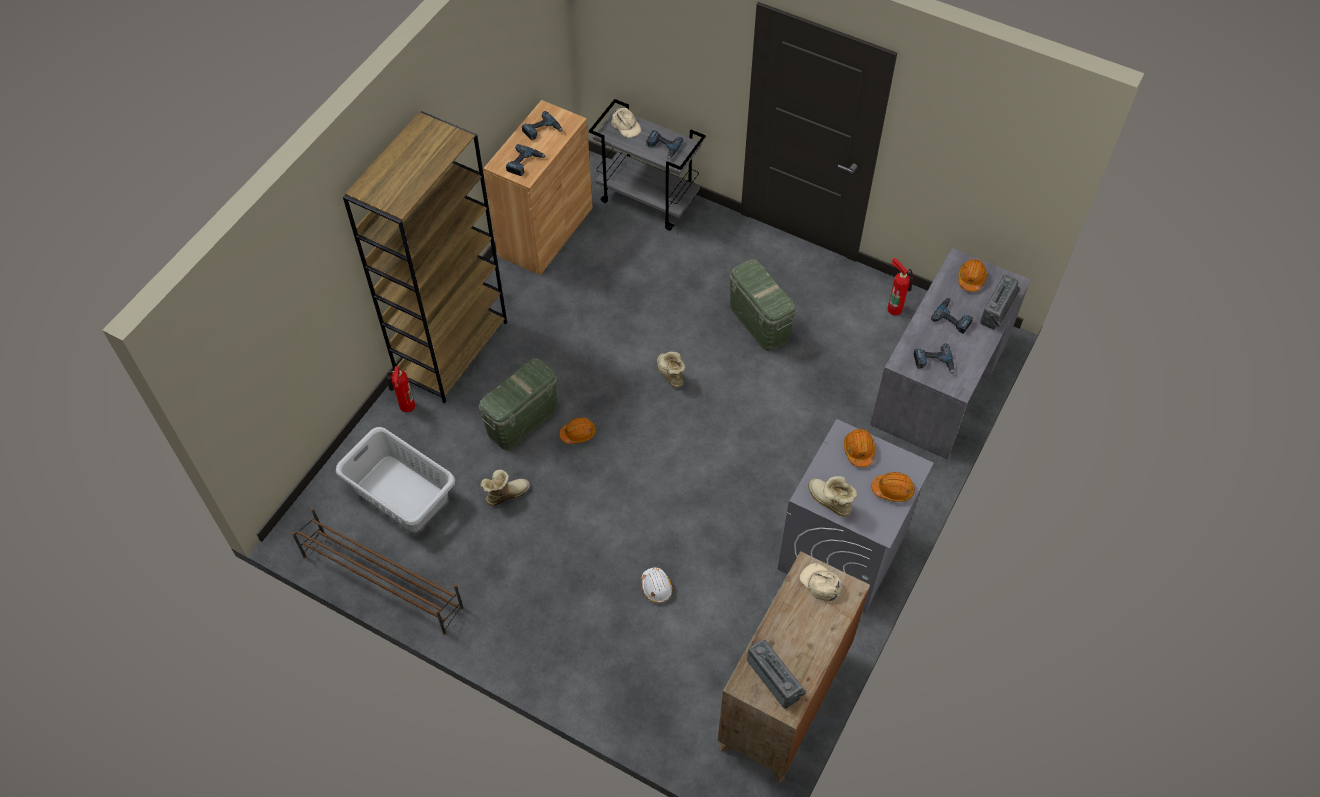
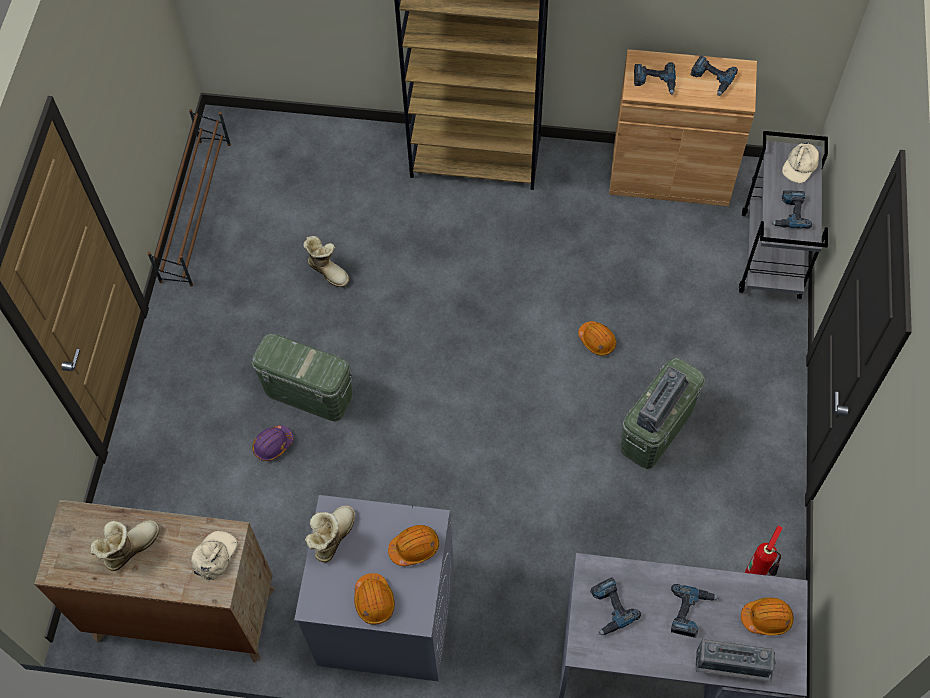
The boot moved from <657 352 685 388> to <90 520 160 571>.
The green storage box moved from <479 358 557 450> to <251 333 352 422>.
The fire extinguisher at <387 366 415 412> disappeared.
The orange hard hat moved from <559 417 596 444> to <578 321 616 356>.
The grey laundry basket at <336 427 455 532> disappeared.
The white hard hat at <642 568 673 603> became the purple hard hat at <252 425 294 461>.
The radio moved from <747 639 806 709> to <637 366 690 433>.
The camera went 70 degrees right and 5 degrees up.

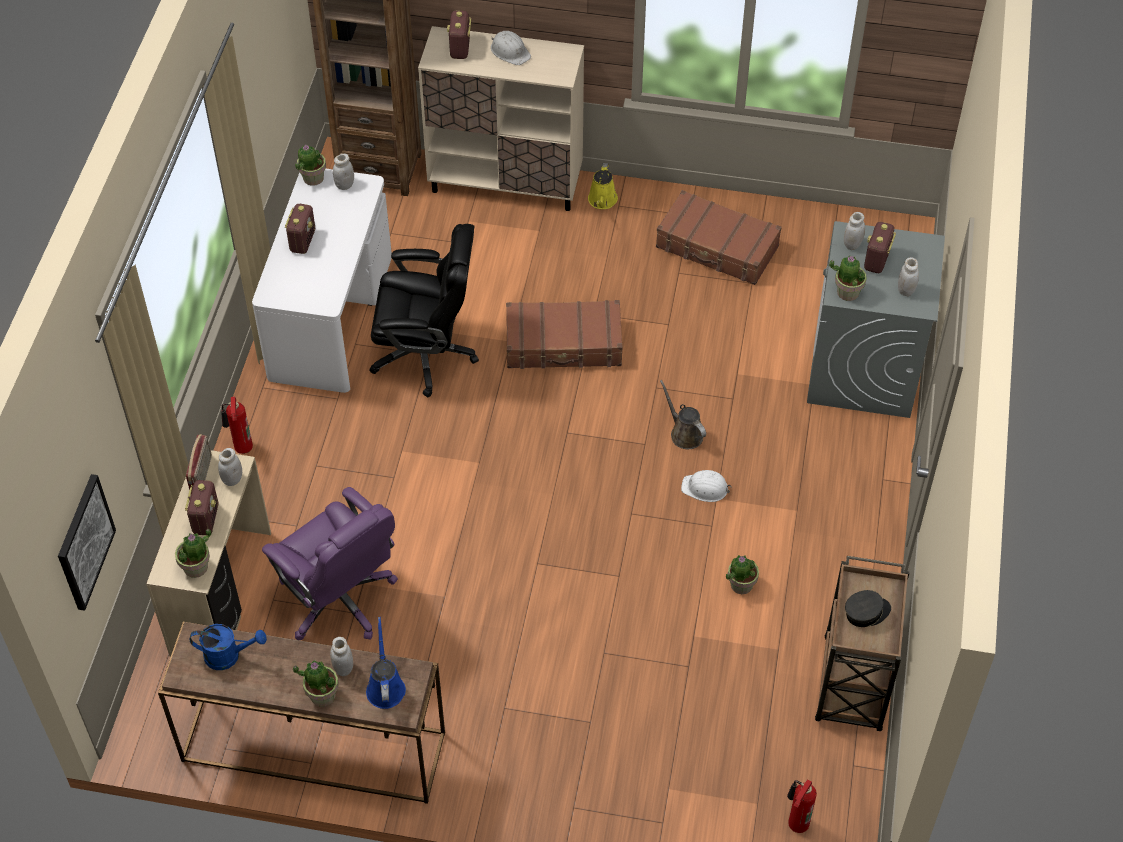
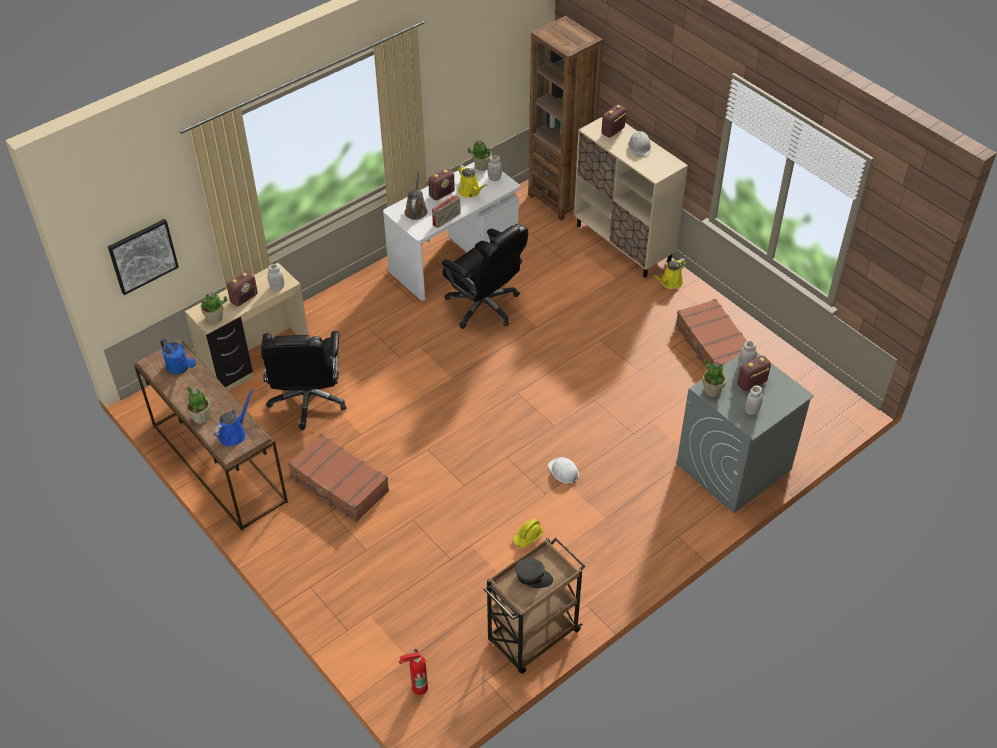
The brown suitcase moved from <506 300 623 369> to <288 433 389 522>.
The brown watering can moved from <660 380 706 449> to <405 169 427 220>.
The fire extinguisher at <221 397 253 454> disappeared.
The radio moved from <186 434 212 493> to <432 195 461 228>.
The purple office chair at <262 487 398 640> became the black office chair at <261 331 347 430>.
The potted plant at <726 555 759 594> was replaced by the yellow hard hat at <512 519 543 548>.
The white jar at <330 637 353 676> disappeared.
The yellow watering can at <458 165 487 198> appeared.
The camera went 40 degrees right and 5 degrees down.

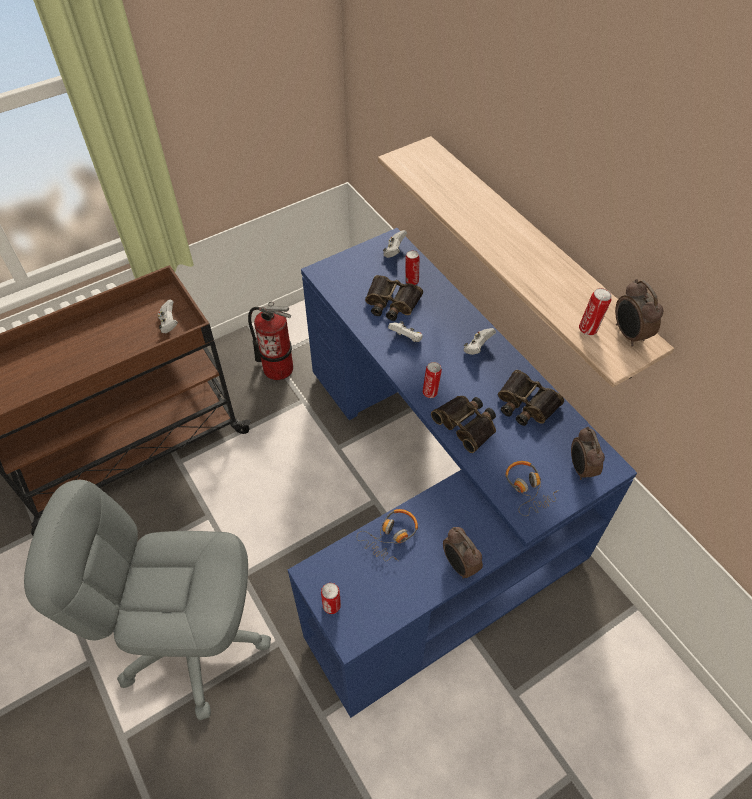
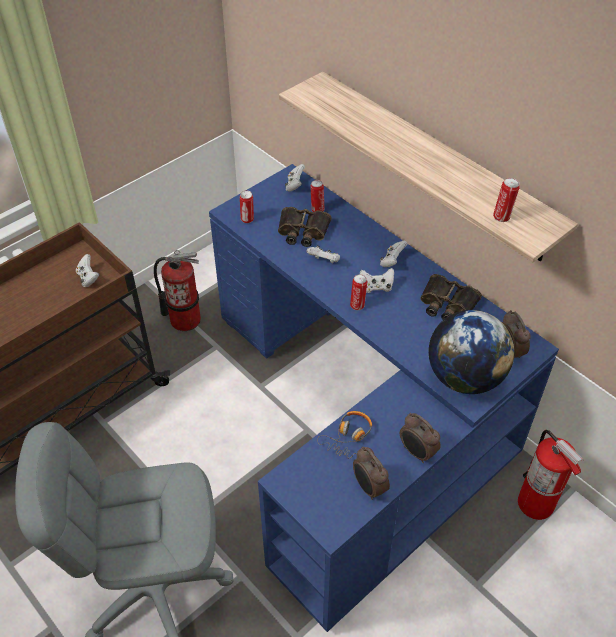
The alarm clock moved from <615 279 663 347> to <353 446 390 500>.
The binoculars at <431 396 496 453> disappeared.
The headphones at <506 461 559 516> was replaced by the globe at <429 310 514 394>.
The can moved from <321 583 341 614> to <240 191 254 223>.
The white game controller at <360 268 394 293> appeared.
The fire extinguisher at <518 430 584 520> appeared.
The camera went 10 degrees left and 5 degrees down.

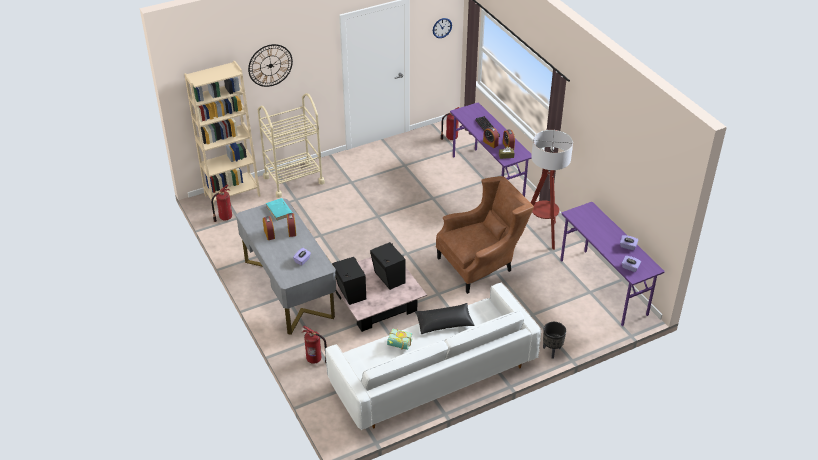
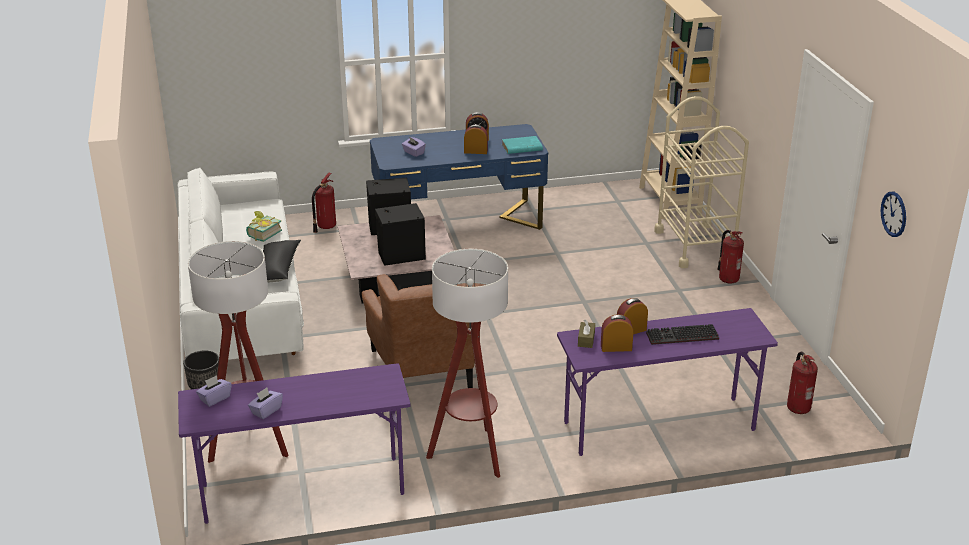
The wall clock at <248 44 293 87> disappeared.
The fire extinguisher moved from <211 184 232 222> to <717 230 744 283>.
The grey desk at <236 199 336 335> became the blue desk at <370 124 548 230>.
The floor lamp at <188 241 289 463> appeared.
The camera went 105 degrees right and 10 degrees down.

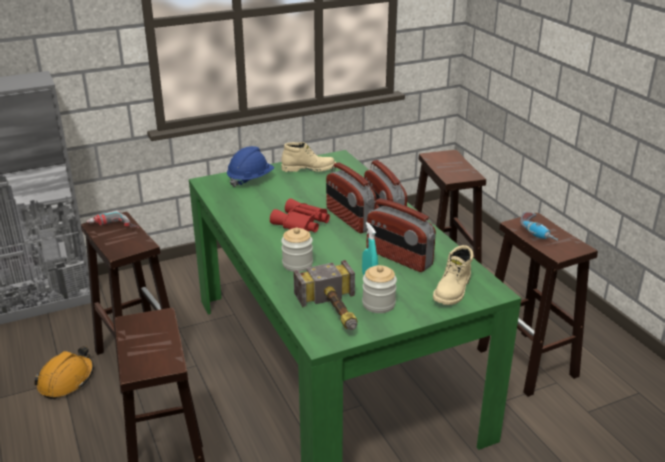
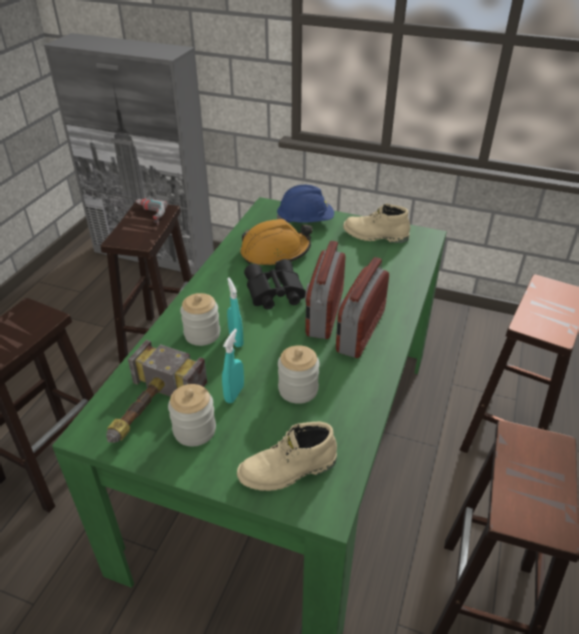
The beige boot at <281 142 336 172> turned 150 degrees clockwise.
The red binoculars at <270 198 330 232> became the black binoculars at <244 259 306 309>.
The radio at <366 199 436 272> was replaced by the jar at <278 345 320 404>.
The power drill at <520 212 558 241> disappeared.
The orange hard hat moved from <34 346 94 399> to <240 219 313 265>.
The turquoise spray bottle at <227 277 243 347> appeared.
The camera went 45 degrees right and 10 degrees up.

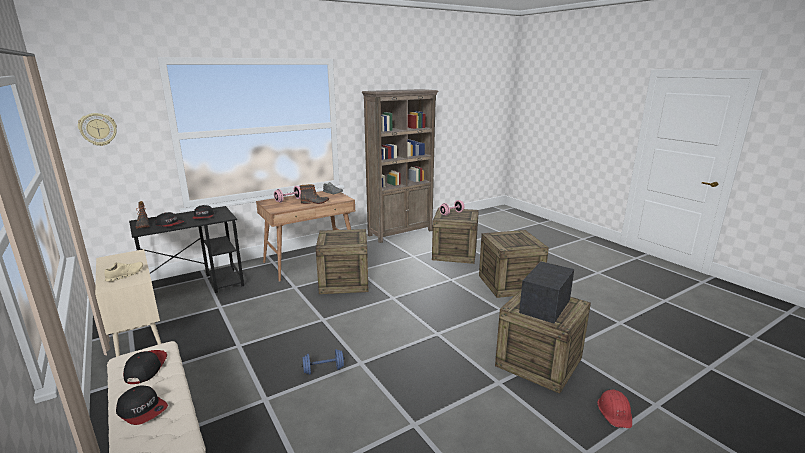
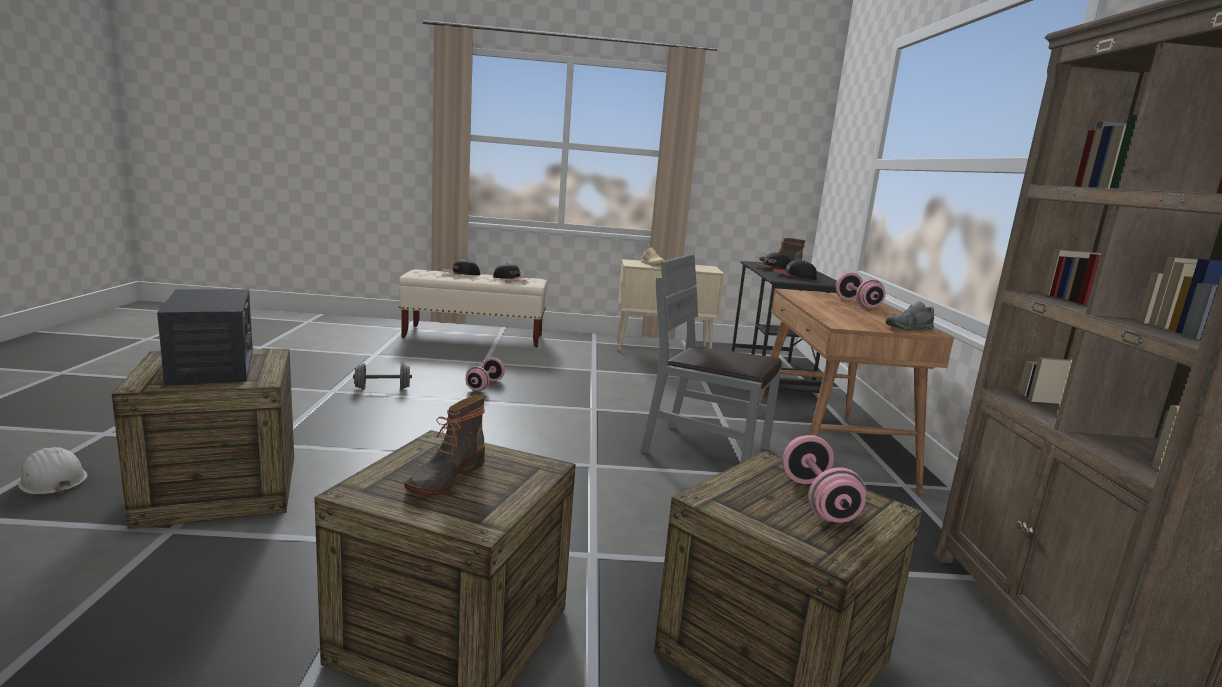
The wall clock at <78 113 117 146> disappeared.
The boot moved from <300 184 329 204> to <404 395 485 495>.
The crate at <316 229 369 294> was replaced by the grey chair at <641 254 783 463>.
The blue dumbbell at <301 349 345 375> became the pink dumbbell at <466 357 505 391>.
The red hard hat at <597 390 632 428> became the white hard hat at <18 447 87 494>.
The grey dumbbell at <353 364 412 390> appeared.
The camera went 120 degrees right and 5 degrees down.

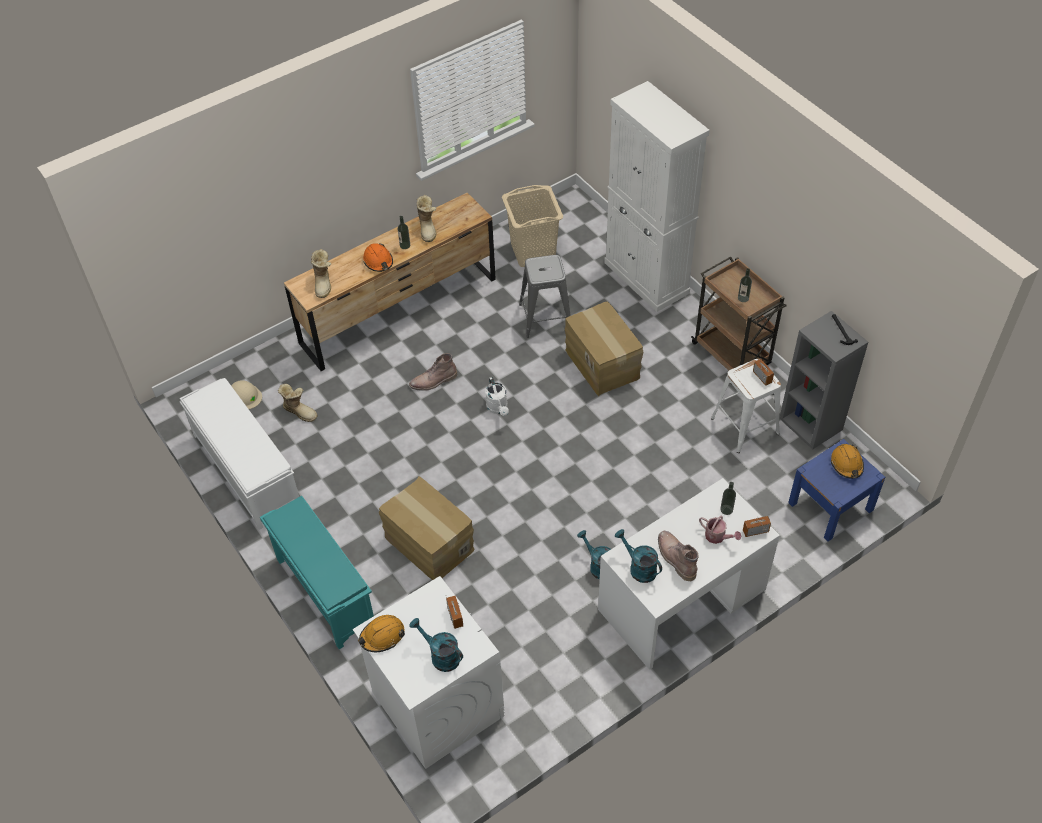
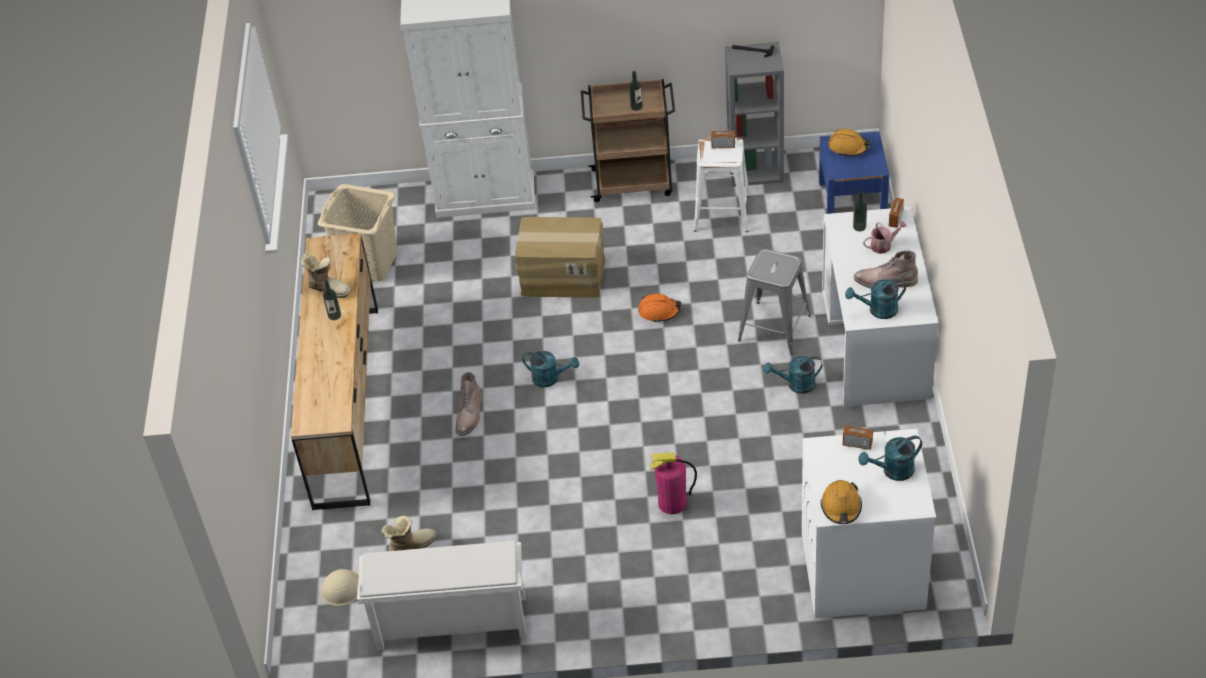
The orange hard hat moved from <363 243 393 272> to <638 294 682 322>.
The boot at <311 249 332 298> disappeared.
The grey stool moved from <519 255 571 338> to <738 249 811 355>.
The white watering can at <485 377 509 416> became the turquoise watering can at <523 351 579 388>.
The white bench at <180 378 299 530> was replaced by the white shoe rack at <357 541 527 651>.
The cardboard box at <379 476 475 580> was replaced by the fire extinguisher at <649 452 697 514>.
The turquoise shoe rack at <260 496 374 649> disappeared.
The camera went 55 degrees left and 5 degrees down.

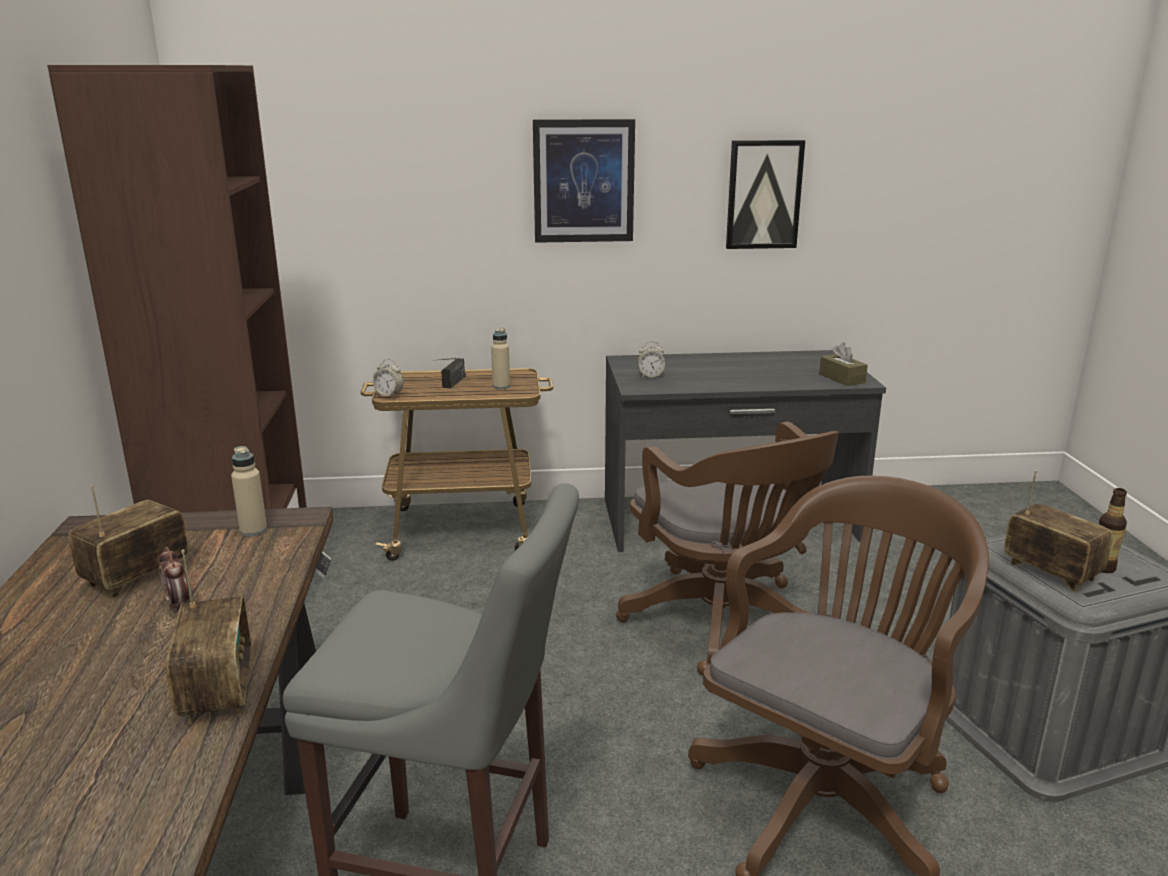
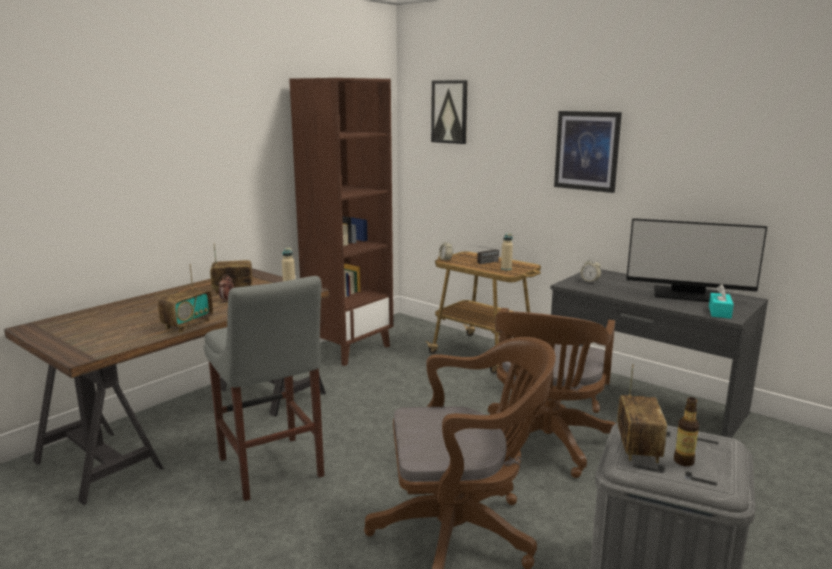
The picture moved from <726 140 805 249> to <431 80 467 144>.
The brown tissue box at <819 343 868 386> became the turquoise tissue box at <709 284 734 319>.
The monitor at <626 218 767 302> appeared.
The camera went 45 degrees right and 5 degrees down.

